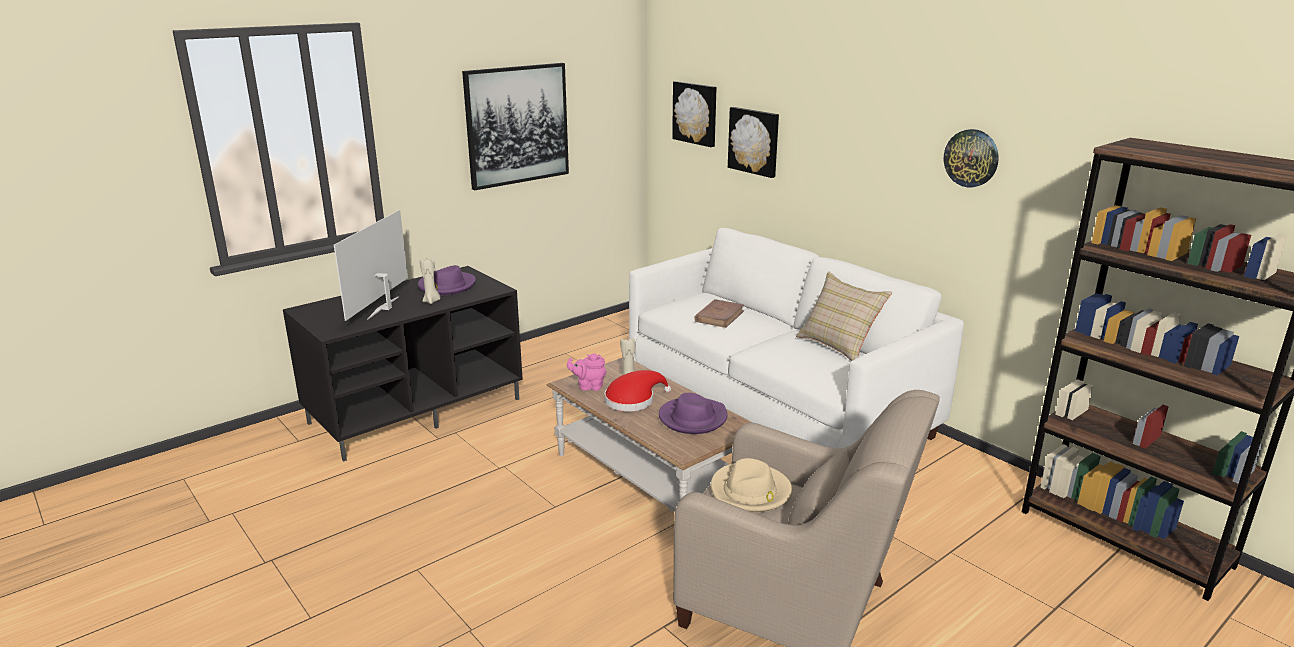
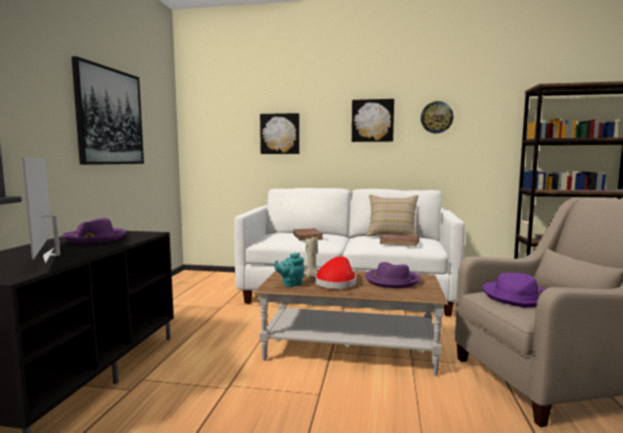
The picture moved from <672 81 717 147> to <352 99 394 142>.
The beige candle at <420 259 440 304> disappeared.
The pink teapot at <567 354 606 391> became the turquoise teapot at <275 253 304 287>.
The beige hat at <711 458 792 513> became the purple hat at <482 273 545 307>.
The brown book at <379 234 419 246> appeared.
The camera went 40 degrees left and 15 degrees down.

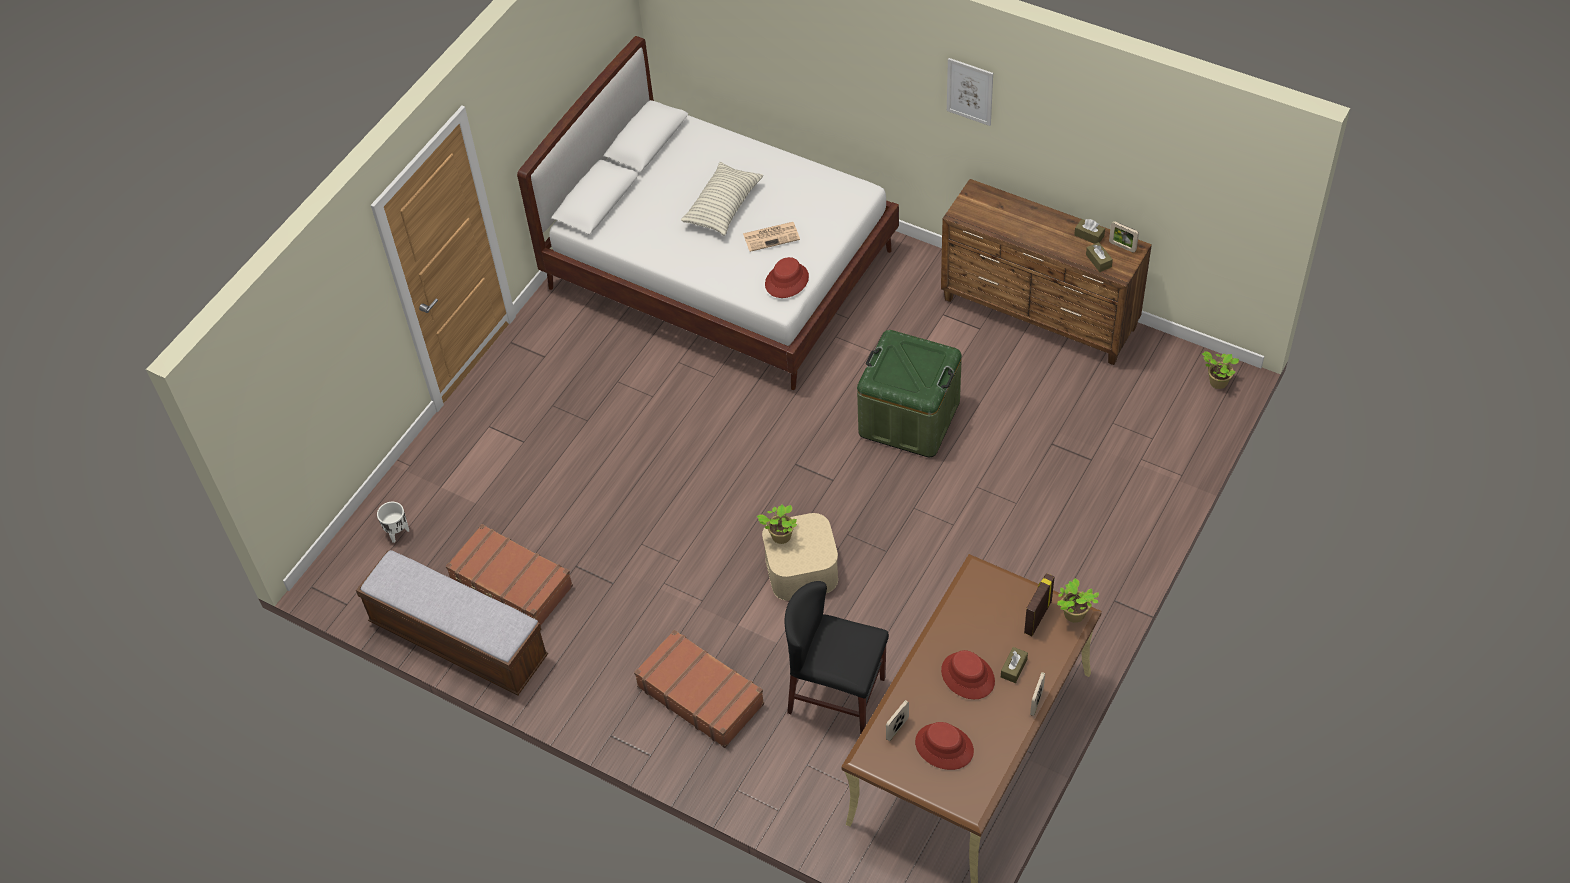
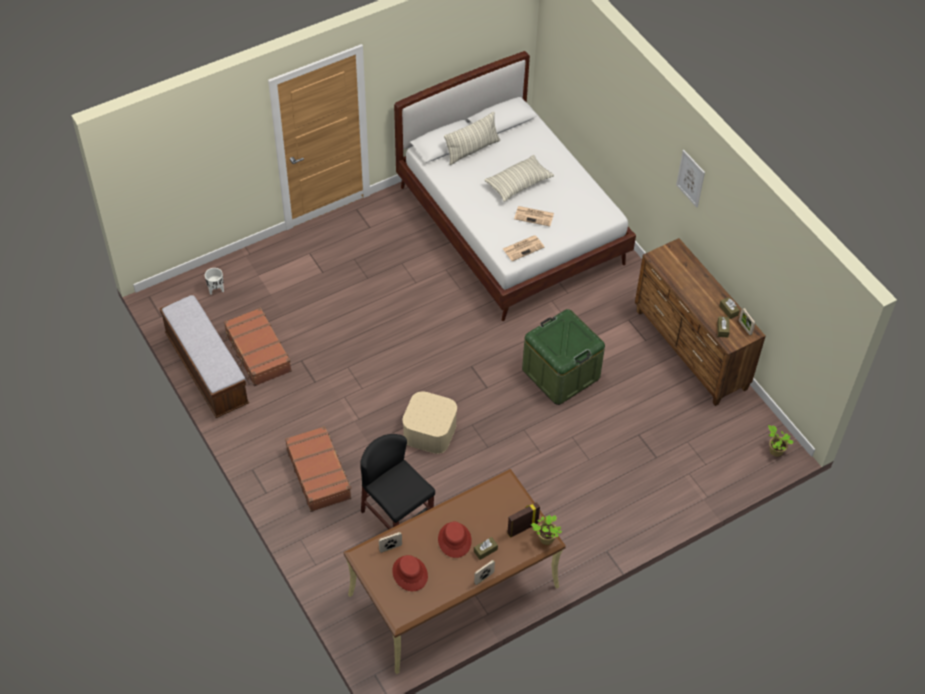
The red hat at <765 257 809 298> was replaced by the newspaper at <503 235 545 261>.
The potted plant at <756 504 797 544> disappeared.
The pillow at <444 112 500 165> appeared.
The camera went 25 degrees right and 0 degrees up.

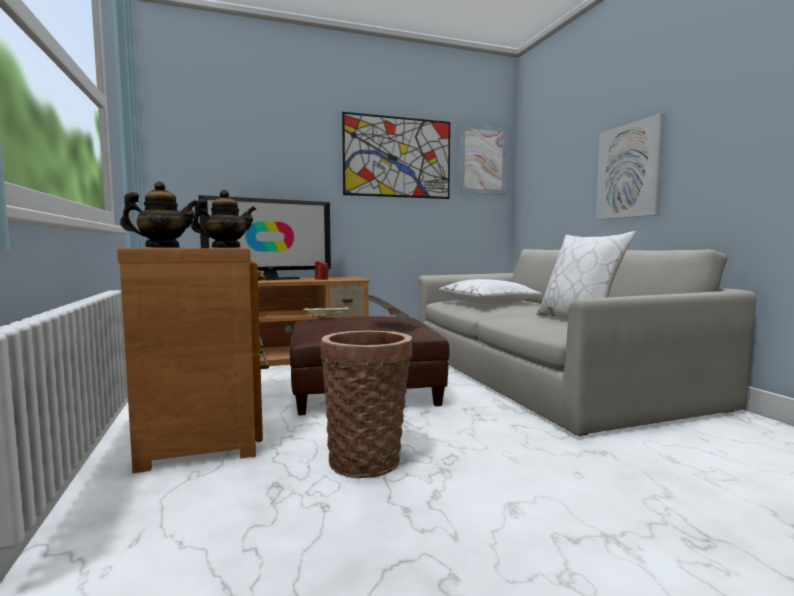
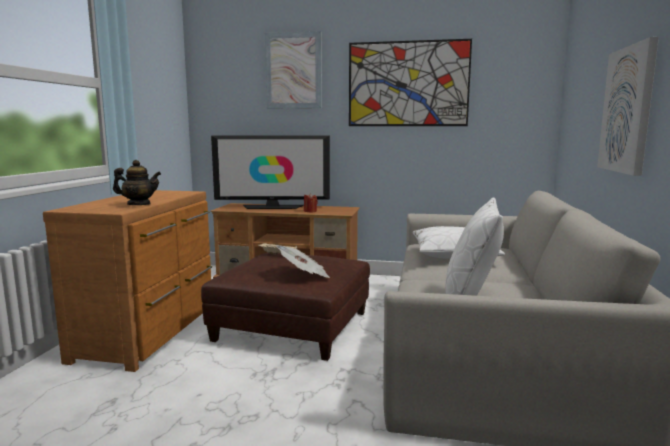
The picture moved from <459 122 508 195> to <265 31 322 109>.
The teapot at <120 182 198 248> disappeared.
The basket at <321 331 412 478> disappeared.
The camera went 30 degrees right and 5 degrees up.

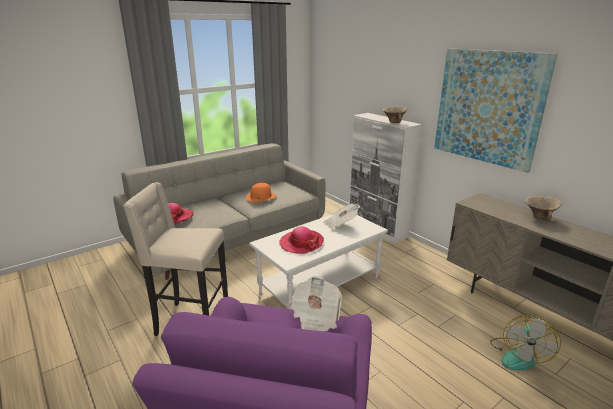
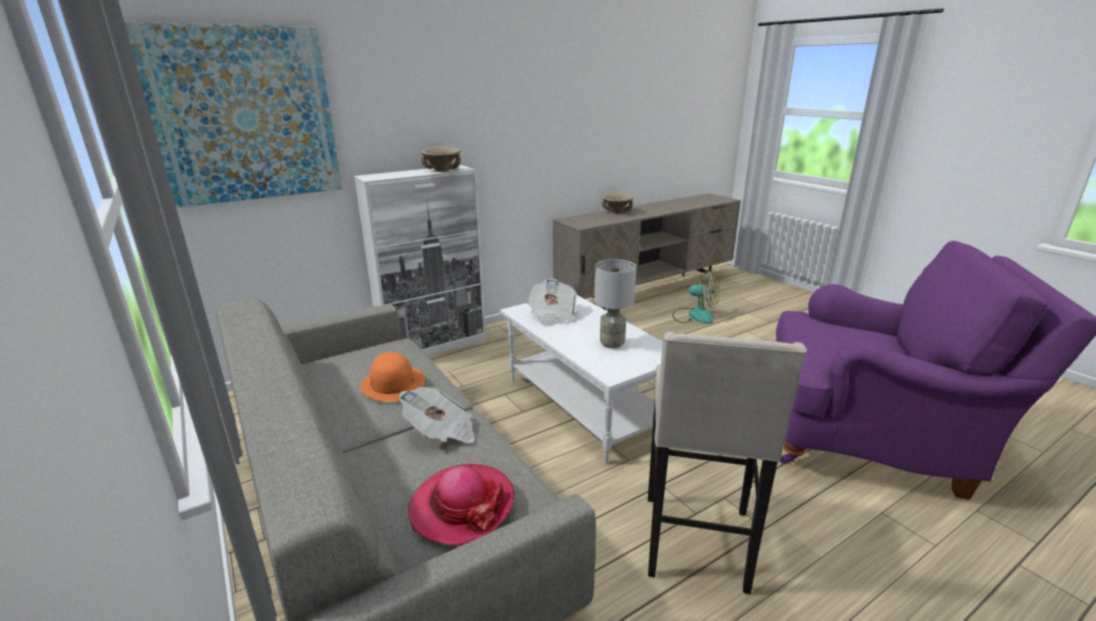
The picture moved from <434 49 557 173> to <124 22 342 208>.
The hat at <279 226 324 254> was replaced by the grey table lamp at <594 259 636 348>.
The newspaper moved from <290 276 342 331> to <399 387 474 443>.
The camera went 85 degrees left and 0 degrees up.

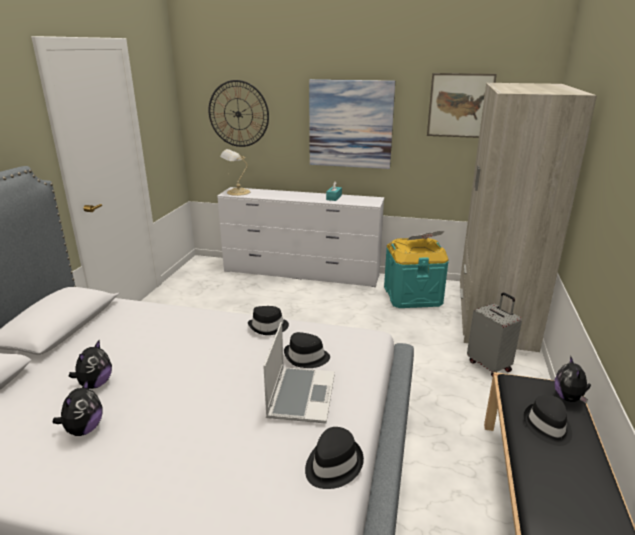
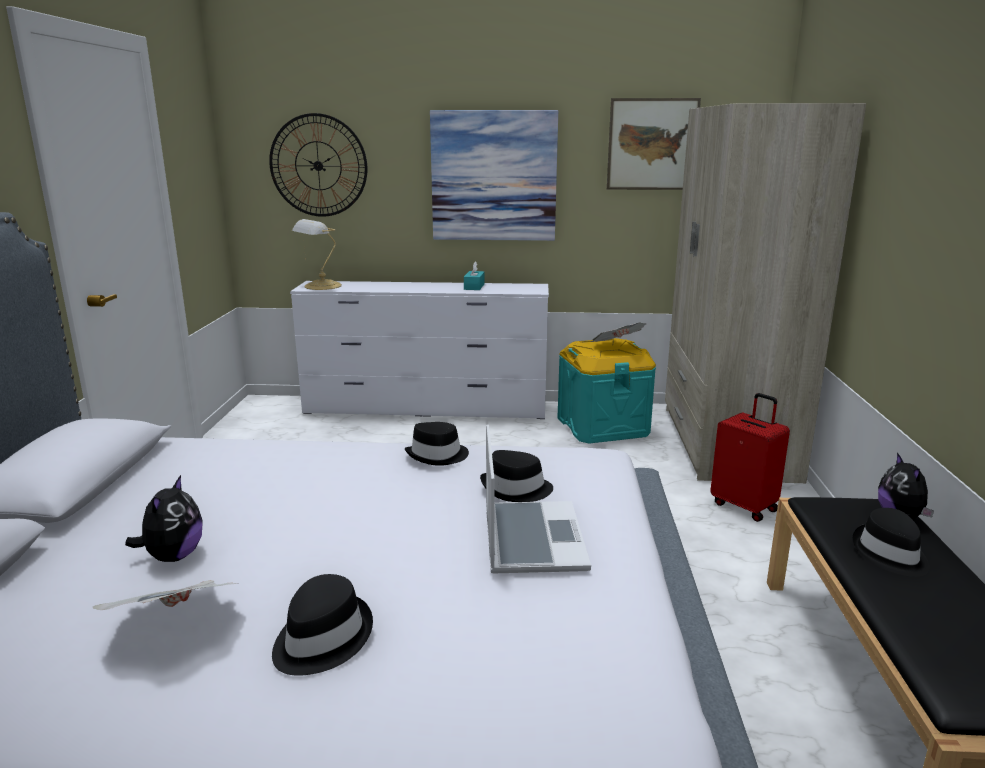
The grey suitcase at <467 292 522 377> became the red suitcase at <710 393 790 522>.
The plush toy at <53 379 103 436> was replaced by the newspaper at <92 580 237 610>.
The black hat moved from <305 427 364 489> to <272 574 373 676>.
The camera went 10 degrees left and 5 degrees down.

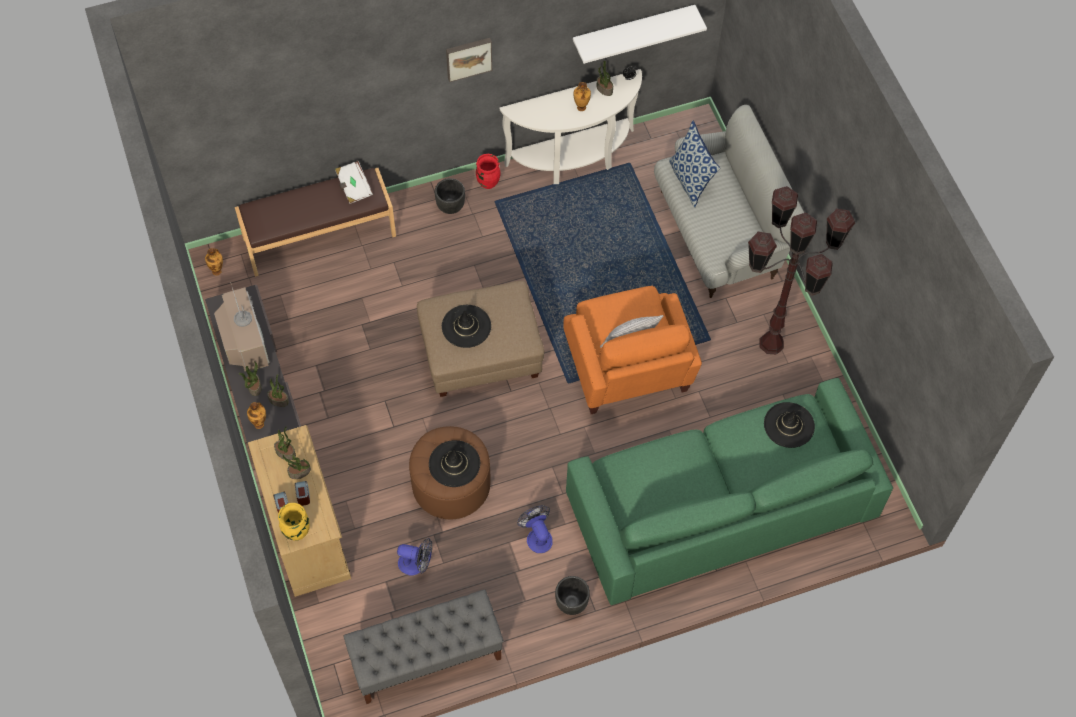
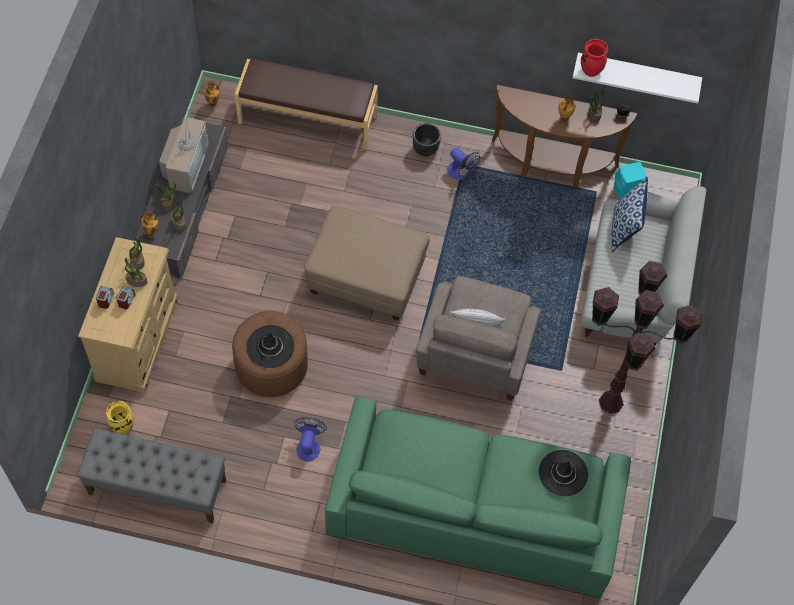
The picture at <446 38 492 82> disappeared.
The white console table at <499 69 642 184> became the brown console table at <492 85 637 188>.
The red vase moved from <476 154 501 189> to <581 39 608 77>.
The white book at <335 161 373 204> disappeared.
The orange armchair at <563 286 702 414> became the beige armchair at <416 276 541 401>.
The black hat at <442 305 491 348> disappeared.
The yellow vase moved from <278 503 310 541> to <106 401 134 434>.
The fan moved from <397 538 432 575> to <447 148 480 180>.
The black planter at <555 576 590 615> disappeared.
The turquoise speaker at <614 162 647 200> appeared.
The camera went 30 degrees right and 0 degrees up.

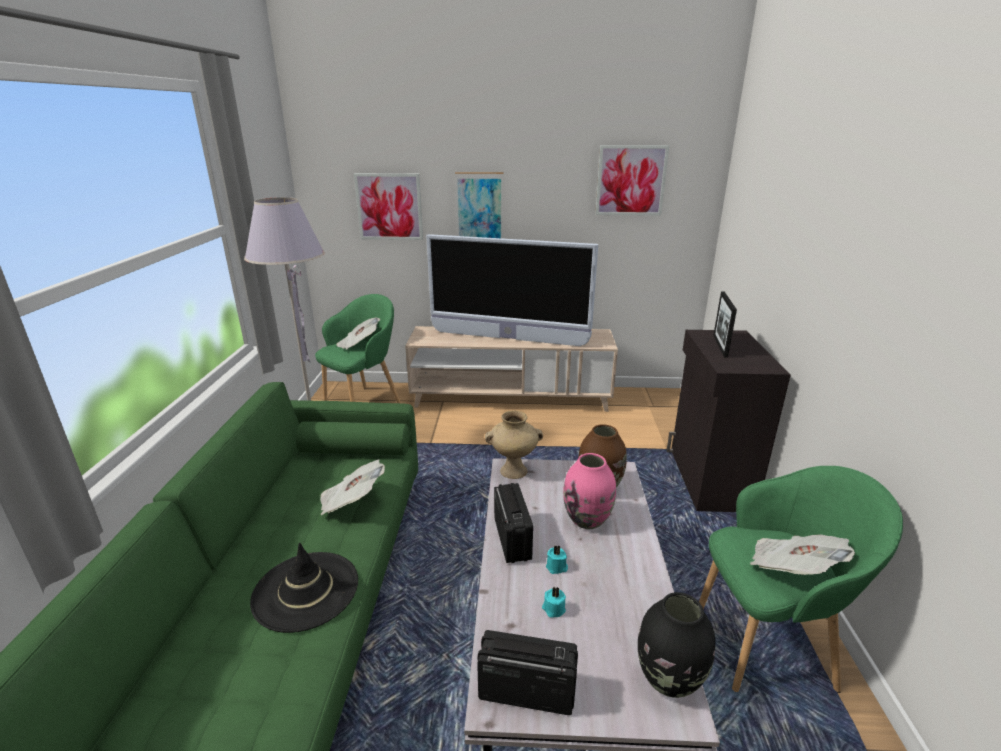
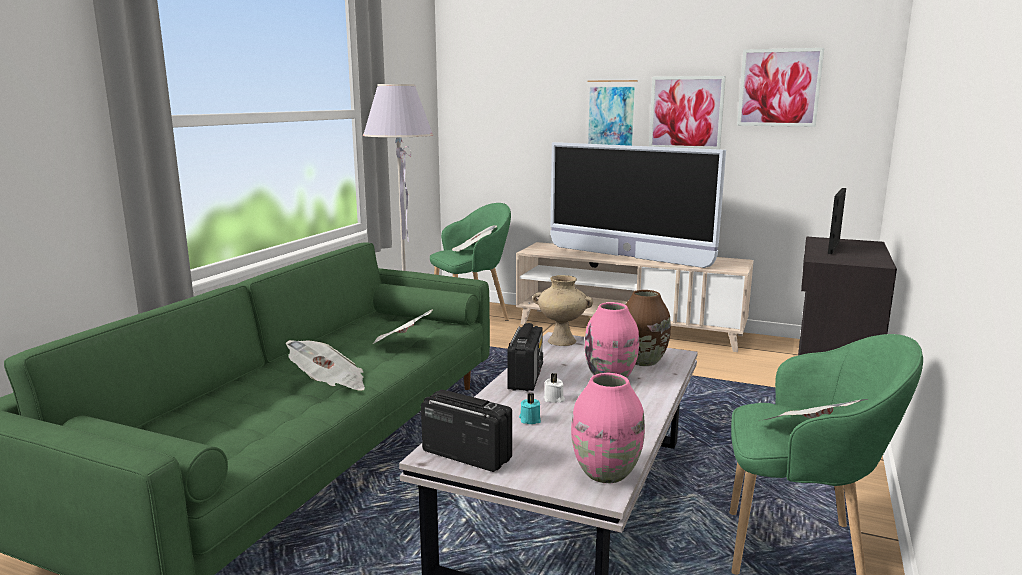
The picture moved from <354 173 423 240> to <649 76 726 150>.
The black hat at <250 542 358 633> was replaced by the newspaper at <286 340 365 391>.
The turquoise candle at <546 545 568 574> became the white candle at <544 373 565 403>.
The black vase at <638 592 716 698> became the pink vase at <571 373 645 484>.
The camera went 20 degrees right and 10 degrees down.

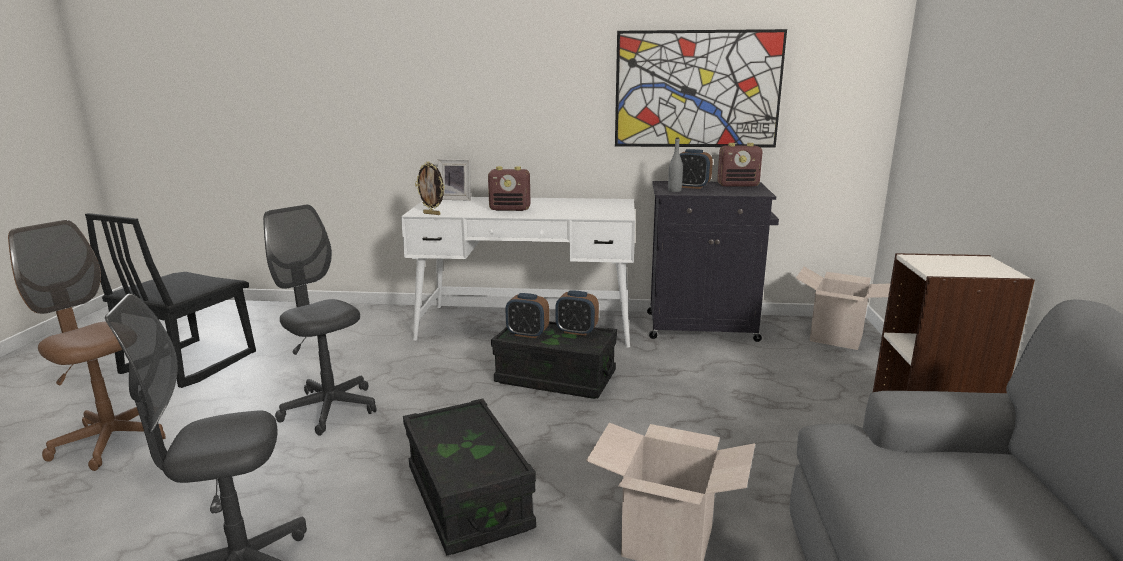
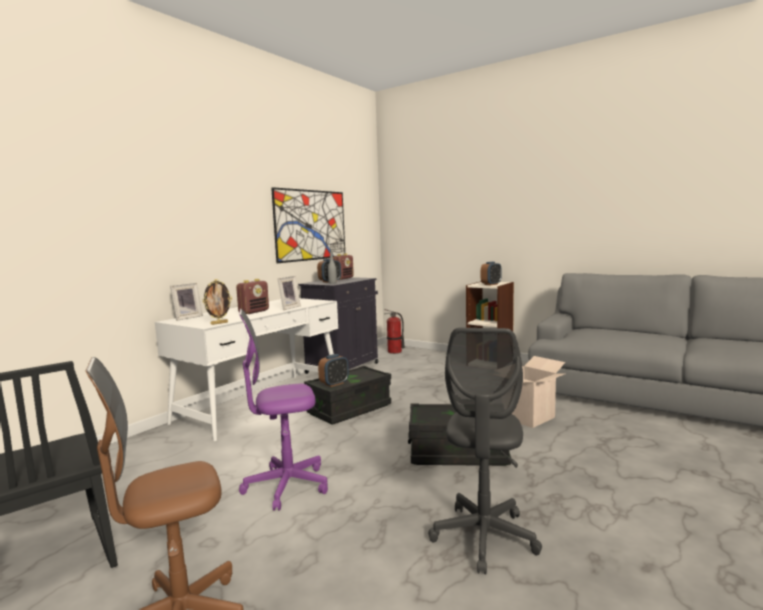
The grey office chair at <263 204 377 436> became the purple office chair at <239 309 328 511>.
The cardboard box at <796 266 890 350> was replaced by the fire extinguisher at <385 309 405 354>.
The alarm clock moved from <555 290 599 336> to <481 262 502 285>.
The picture frame at <277 276 301 310> appeared.
The camera went 60 degrees left and 10 degrees down.

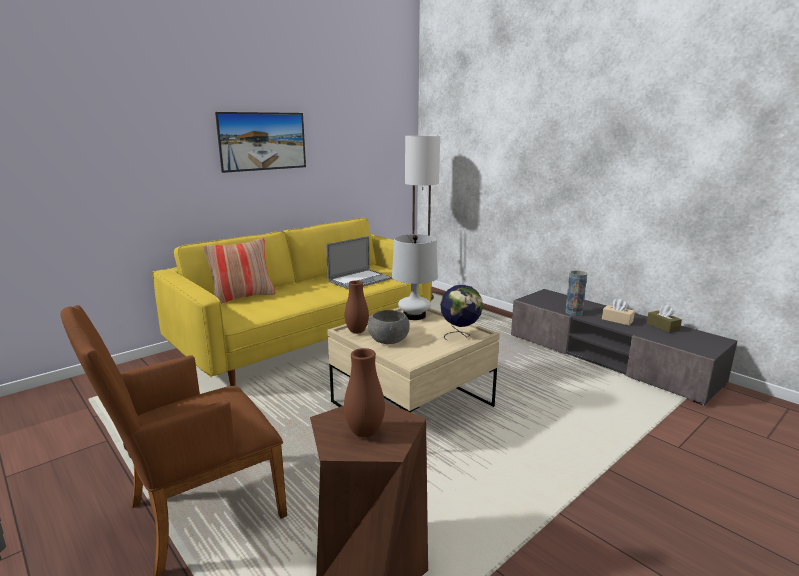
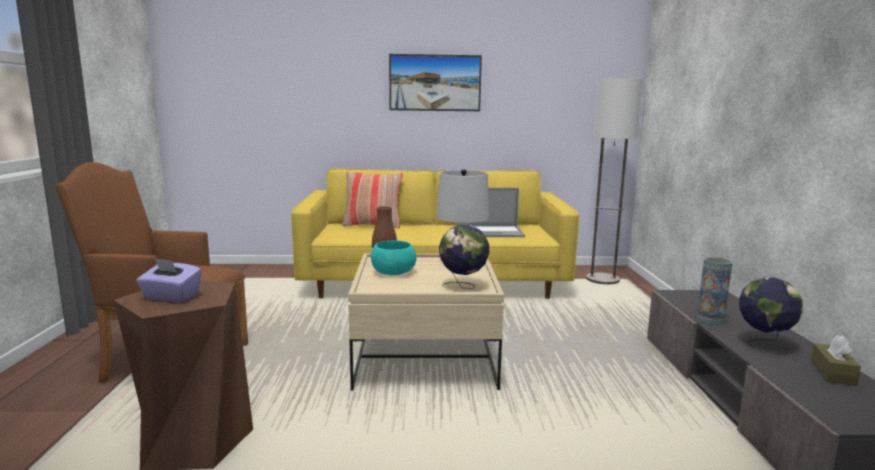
The beige tissue box at <602 299 635 325> was replaced by the globe at <739 278 803 355>.
The grey bowl at <368 310 410 344> became the turquoise bowl at <371 240 417 275>.
The brown vase at <344 348 385 438> was replaced by the purple tissue box at <136 258 202 302>.
The camera went 40 degrees right and 5 degrees down.

